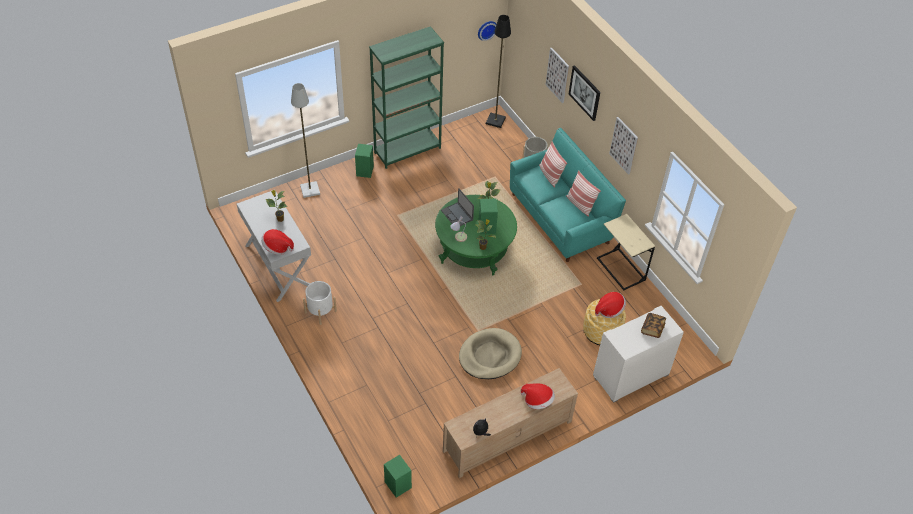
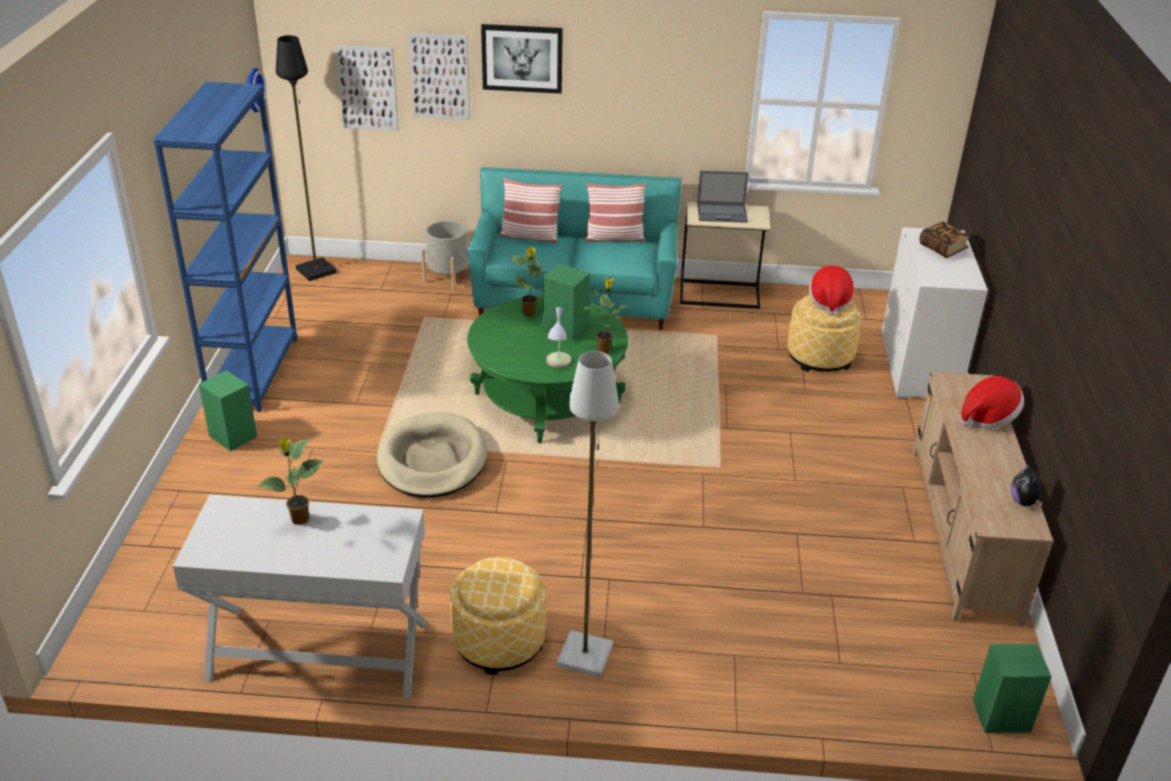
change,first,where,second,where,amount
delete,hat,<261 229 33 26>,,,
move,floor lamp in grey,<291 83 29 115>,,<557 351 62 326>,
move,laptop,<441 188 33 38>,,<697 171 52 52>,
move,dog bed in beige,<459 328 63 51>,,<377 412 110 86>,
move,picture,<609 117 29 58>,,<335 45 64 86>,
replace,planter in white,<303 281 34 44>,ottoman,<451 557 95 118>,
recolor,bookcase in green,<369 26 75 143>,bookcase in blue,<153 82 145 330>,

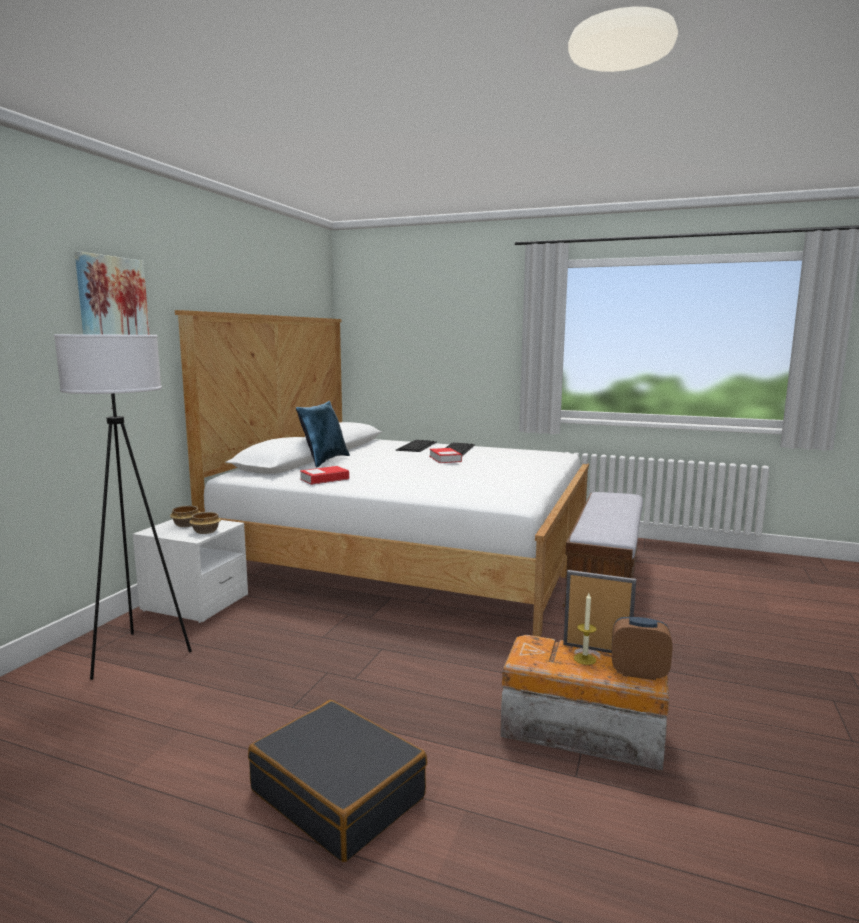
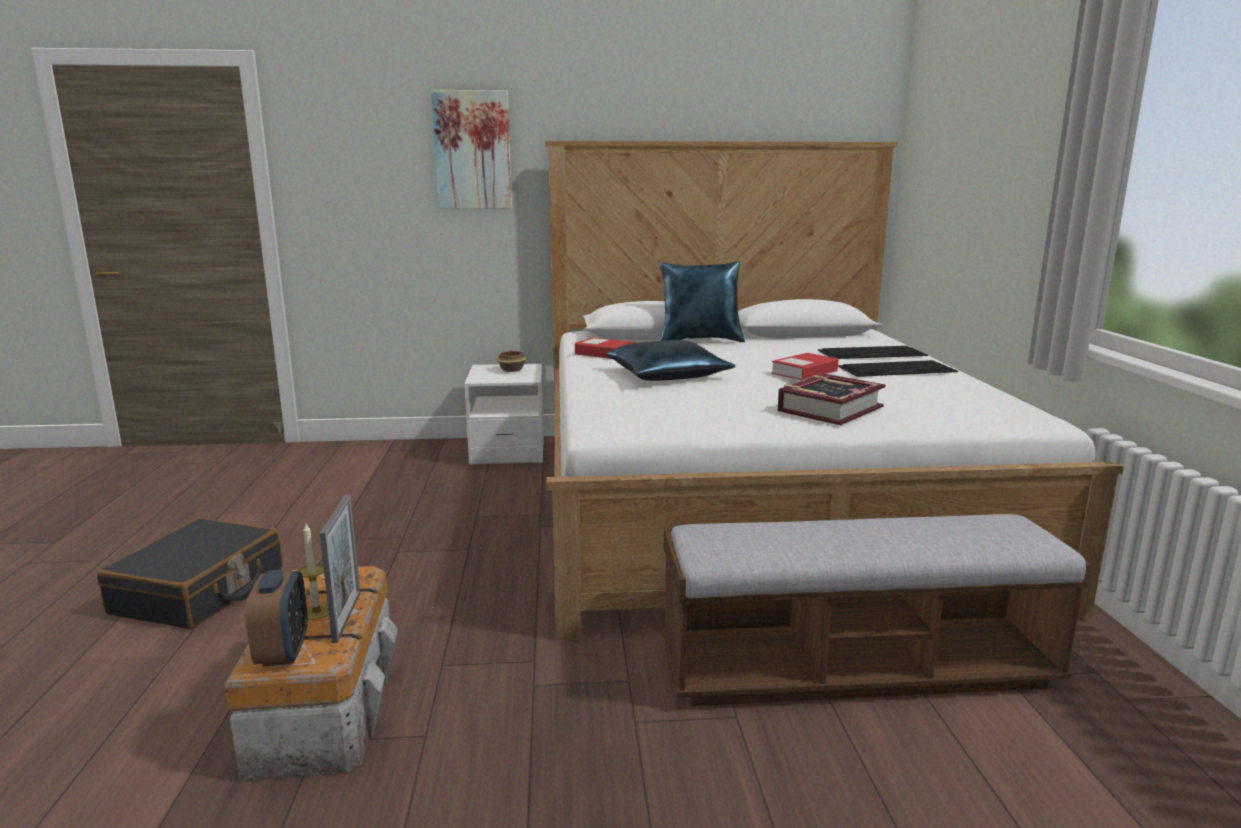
change,first,where,second,where,amount
delete,floor lamp in white,<54 334 138 346>,,,
delete,bowl,<189 512 32 22>,,,
insert,,,pillow in blue,<606 340 130 41>,
insert,,,book,<778 374 107 51>,

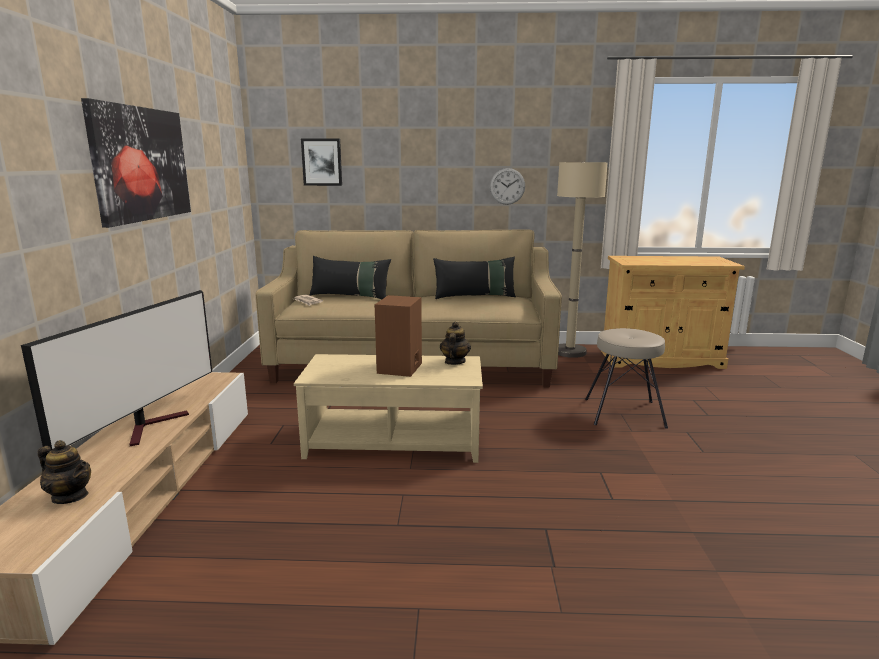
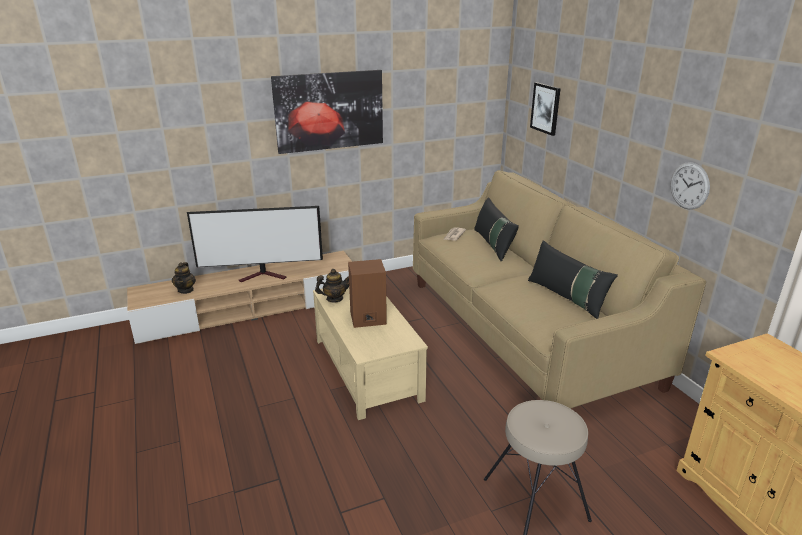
change,first,where,second,where,amount
delete,floor lamp in beige,<557 162 51 196>,,,
move,teapot,<440 321 31 44>,,<315 269 34 34>,

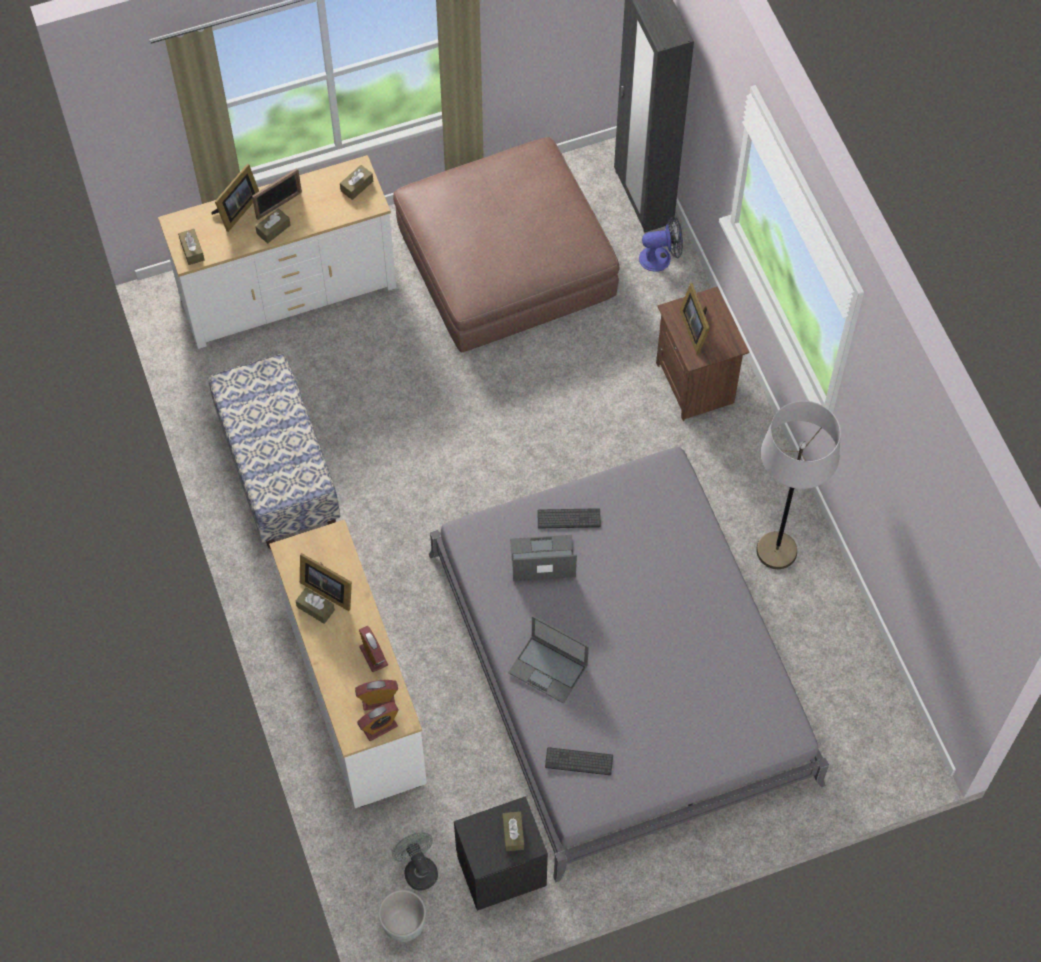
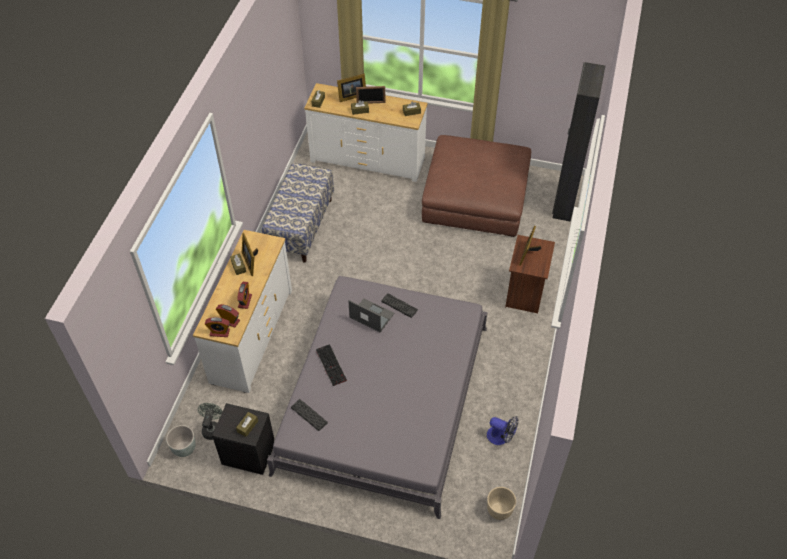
change,first,where,second,where,amount
delete,floor lamp in grey,<756 401 85 168>,,,
insert,,,planter in beige,<487 487 29 33>,
move,fan,<639 216 44 56>,,<487 416 32 29>,
replace,laptop,<508 616 81 88>,keyboard,<316 344 31 42>,

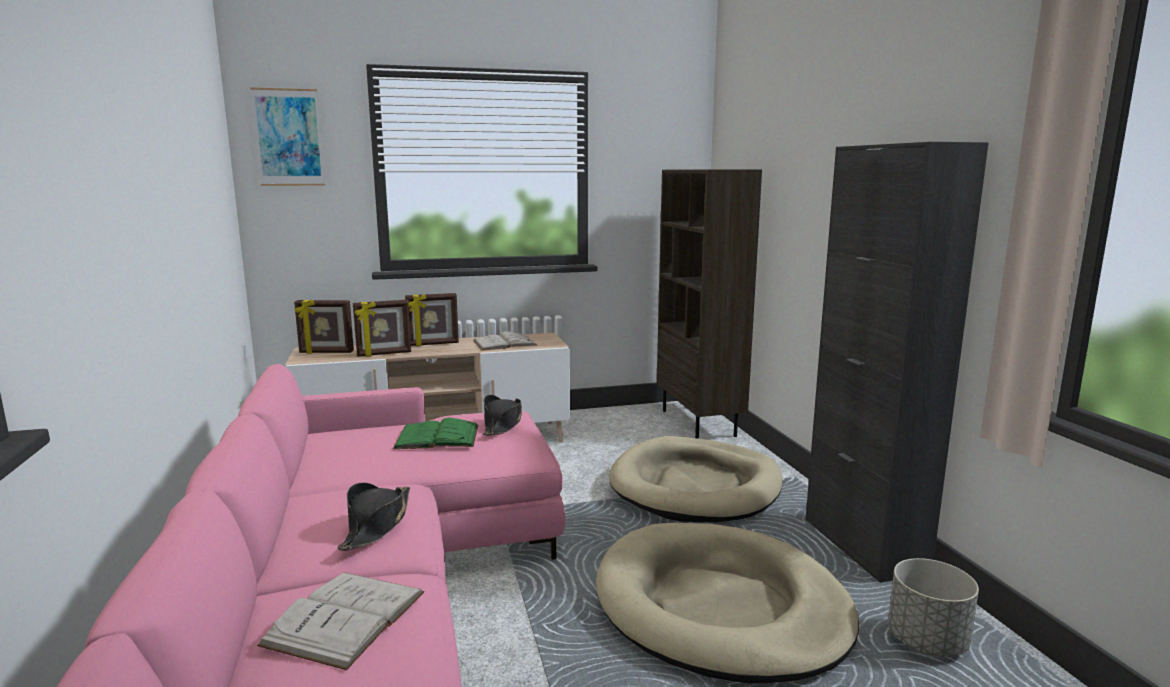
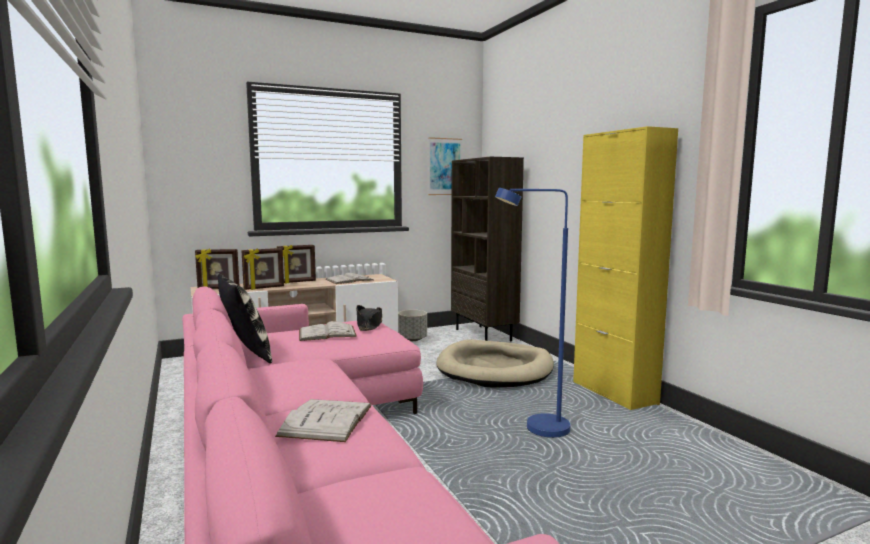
change,first,where,second,where,amount
delete,hat in black,<337 482 73 69>,,,
insert,,,pillow,<218 274 54 89>,
move,picture,<250 88 75 98>,,<428 137 34 58>,
move,planter in grey,<888 558 91 99>,,<398 310 29 31>,
replace,dog bed in beige,<596 523 263 160>,floor lamp in blue,<495 188 75 250>,
recolor,book in green,<393 417 85 32>,book in white,<299 321 58 20>,
recolor,cabinet in black,<806 142 183 441>,cabinet in yellow,<573 126 105 284>,

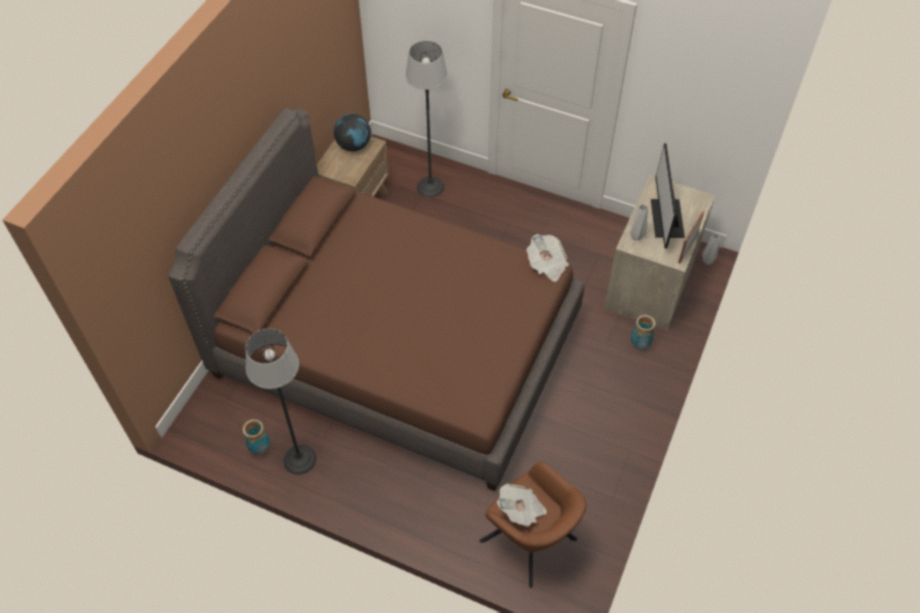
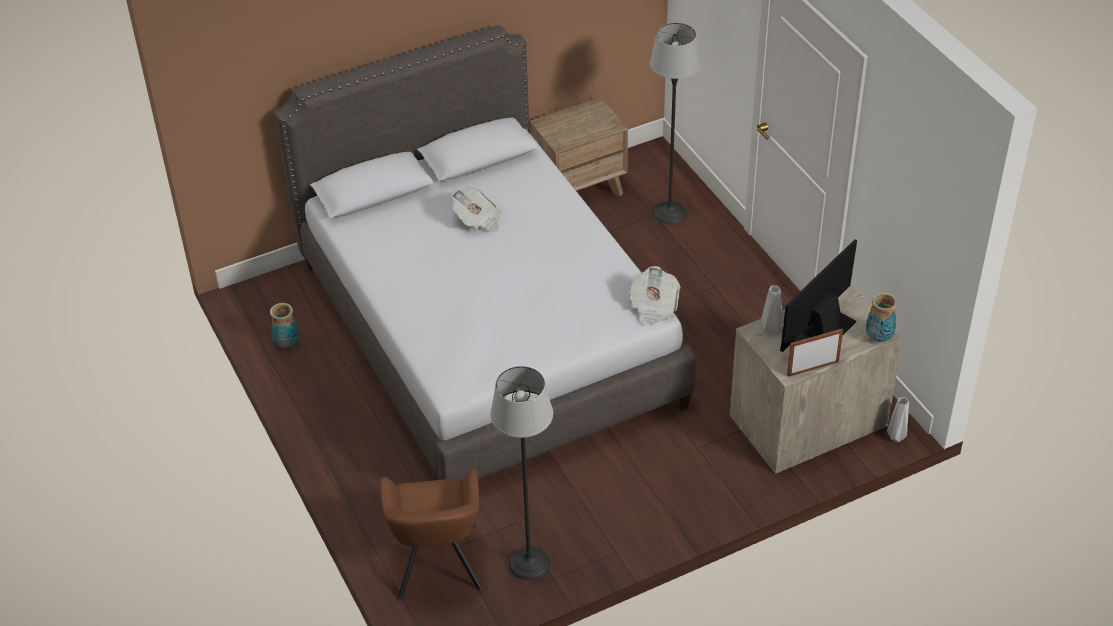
change,first,where,second,where,amount
delete,globe,<334 114 37 37>,,,
move,floor lamp,<245 329 71 145>,,<490 366 63 214>,
move,newspaper,<497 484 50 43>,,<452 187 49 45>,
move,vase,<630 315 25 34>,,<866 292 32 50>,
recolor,bed in brown,<168 108 416 383>,bed in grey,<274 25 422 455>,

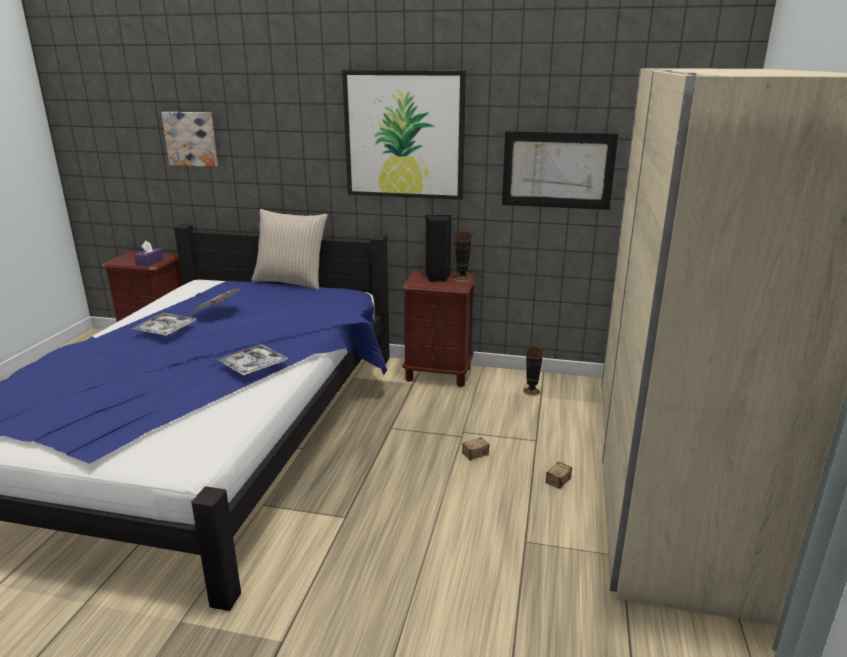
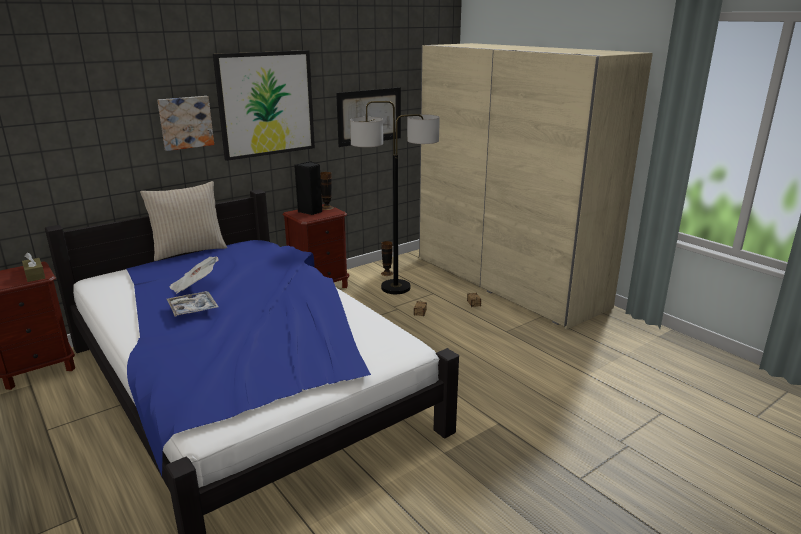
change,first,where,second,where,amount
delete,tray,<218 344 70 32>,,,
insert,,,floor lamp,<350 101 90 193>,
move,picture,<161 112 57 55>,,<157 96 57 55>,
recolor,tissue box in purple,<134 241 30 26>,tissue box in brown,<22 252 23 30>,

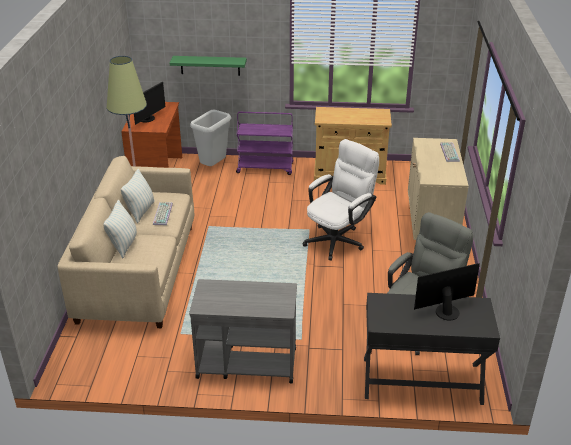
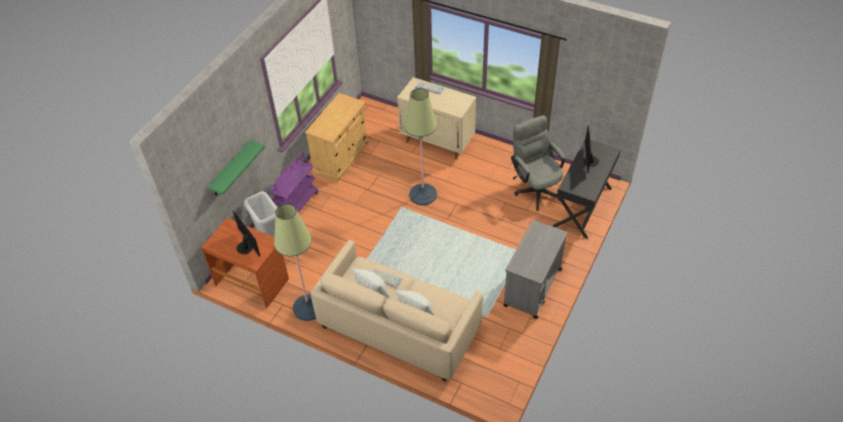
change,first,where,second,where,amount
replace,office chair in white,<303 139 76 121>,floor lamp,<404 88 33 117>,

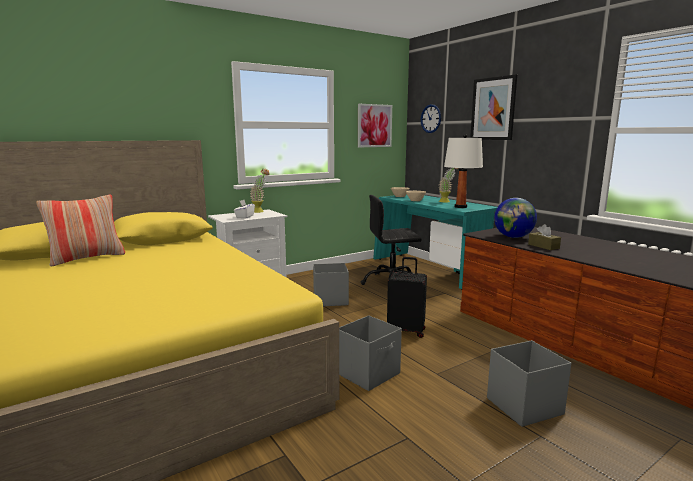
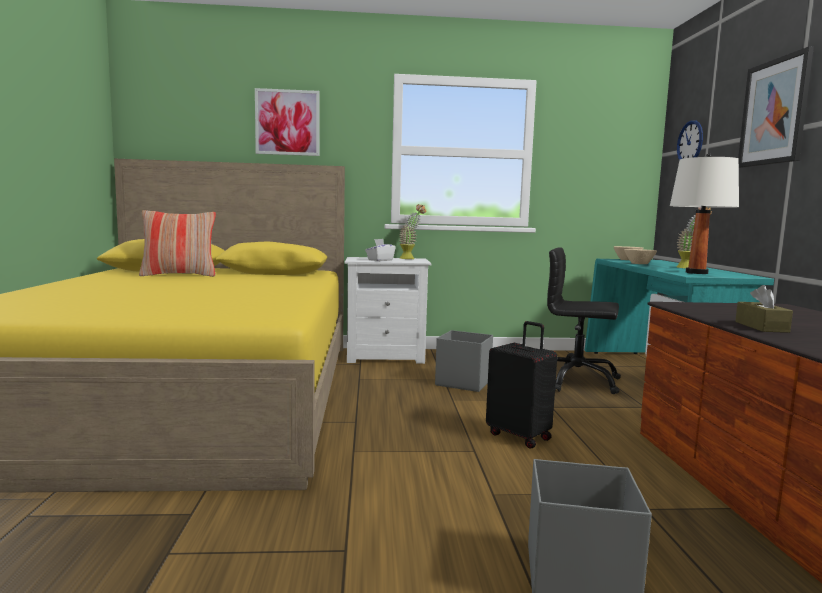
change,first,where,second,where,amount
delete,storage box in grey,<339 315 63 76>,,,
delete,globe,<494 198 43 40>,,,
move,picture,<358 104 34 43>,,<255 88 65 68>,

